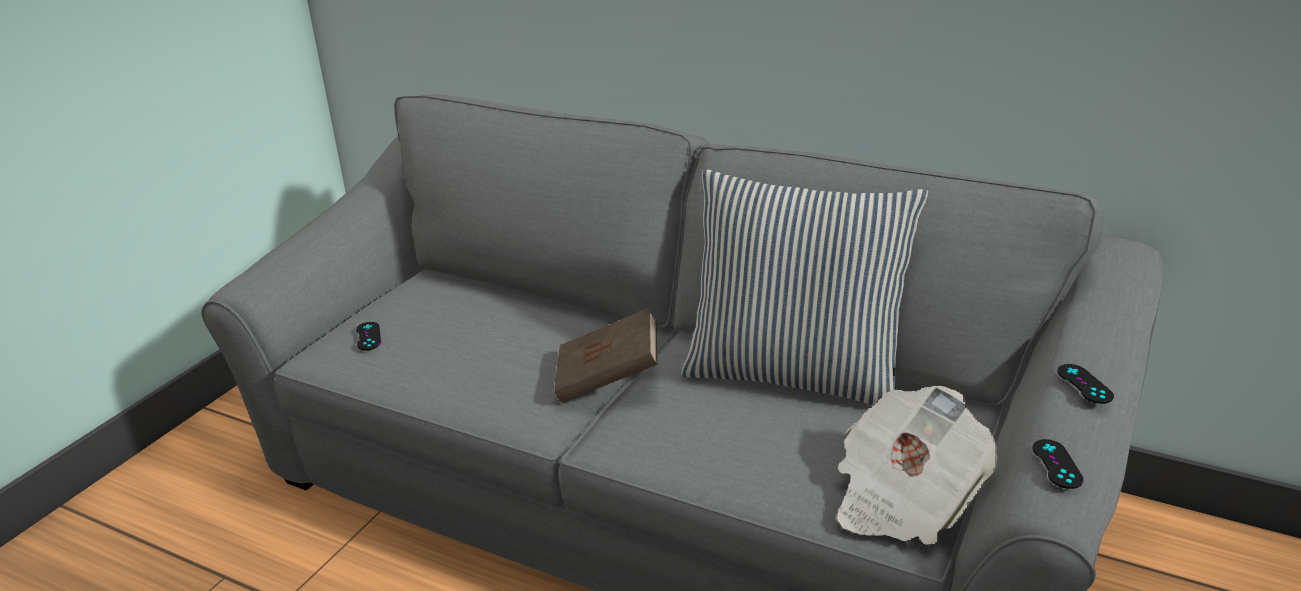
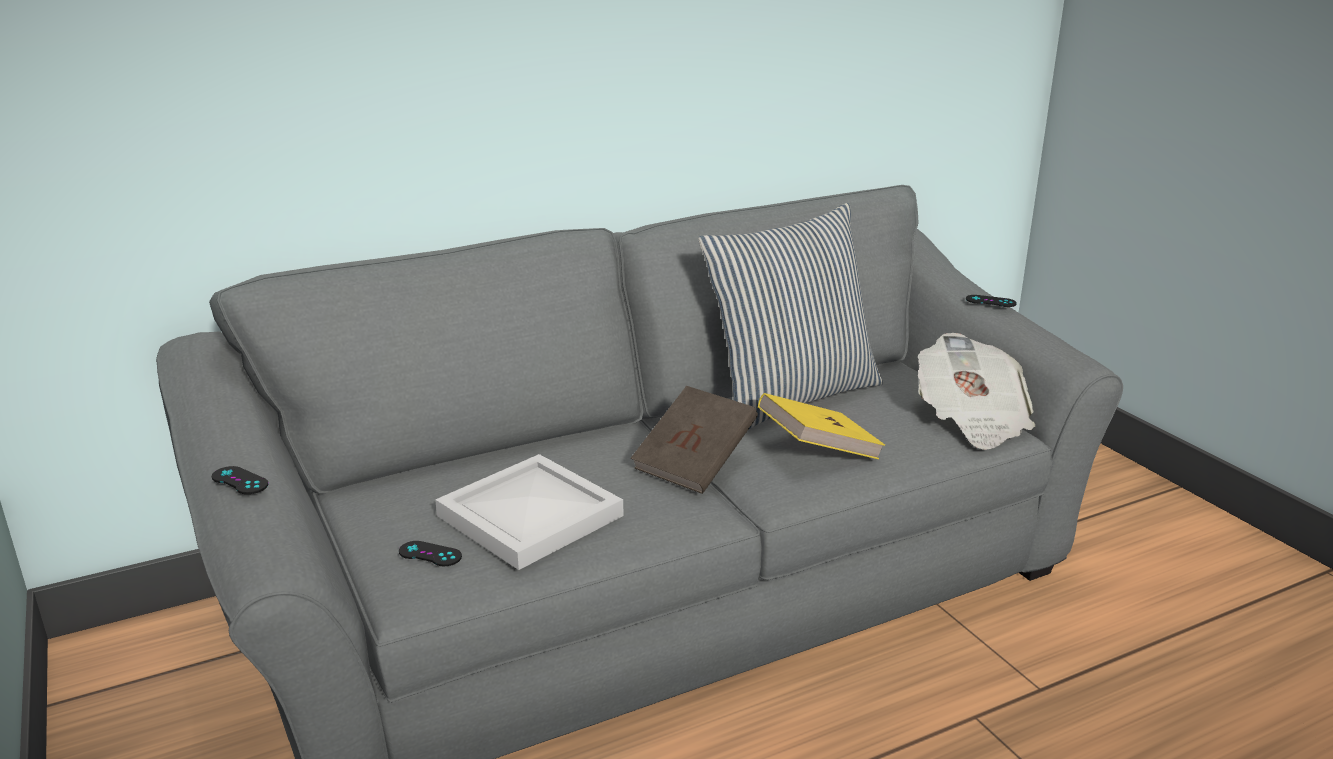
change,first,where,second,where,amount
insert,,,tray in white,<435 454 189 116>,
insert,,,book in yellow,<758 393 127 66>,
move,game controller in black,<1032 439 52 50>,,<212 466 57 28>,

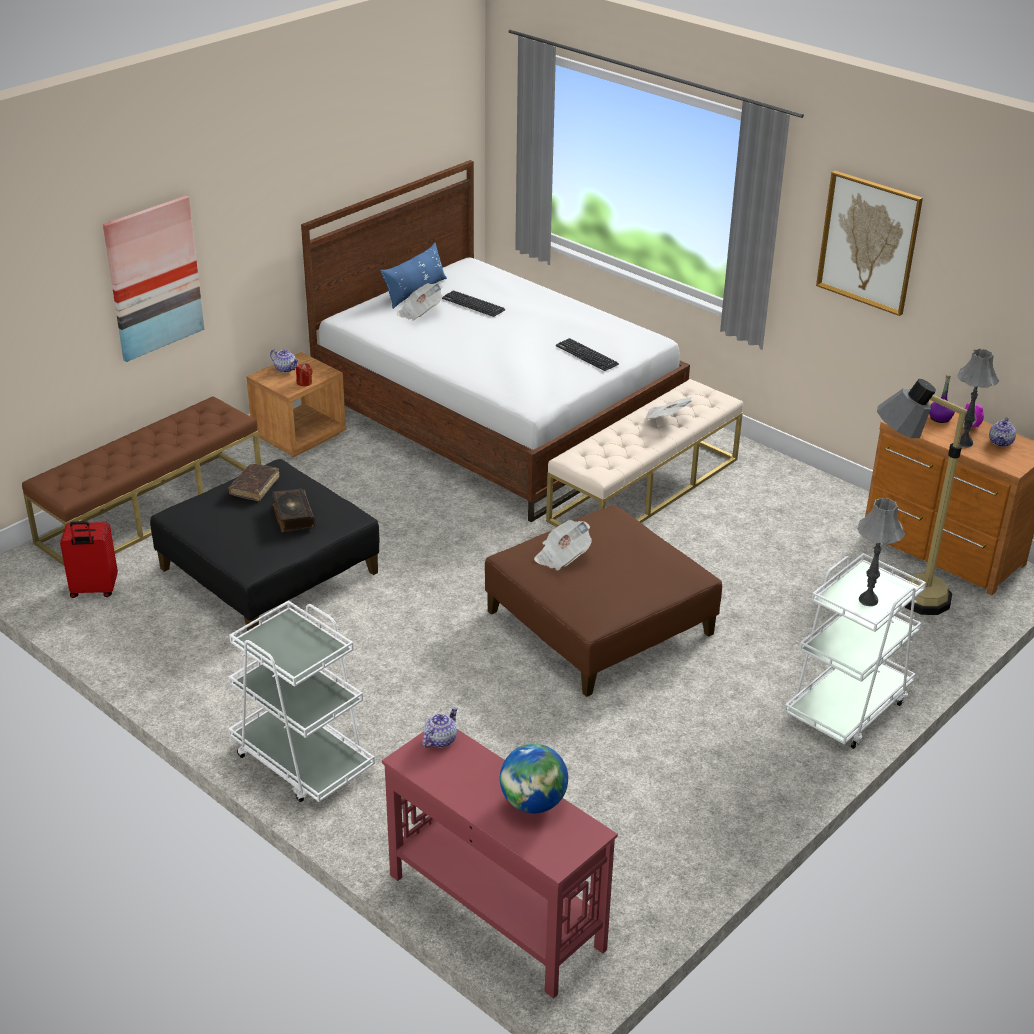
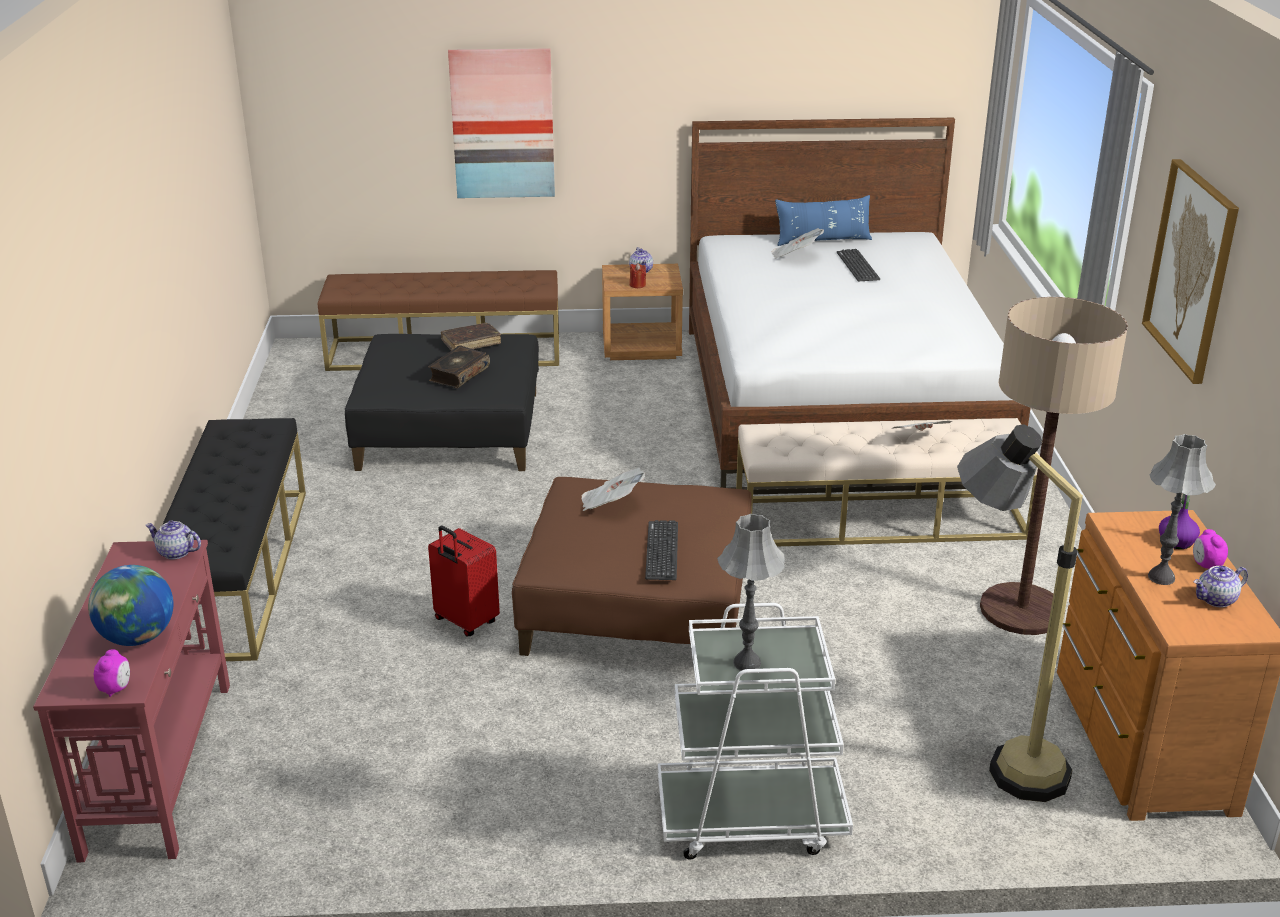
change,first,where,second,where,amount
insert,,,alarm clock,<94 649 36 48>,
insert,,,floor lamp,<980 297 148 338>,
move,suitcase in red,<60 521 58 77>,,<428 526 72 110>,
move,keyboard,<556 338 63 33>,,<645 520 33 60>,
replace,cart in white,<228 601 147 201>,bench in black,<162 418 144 243>,
rotate,teapot,<422 707 36 41>,,<145 520 56 40>,150 degrees counterclockwise

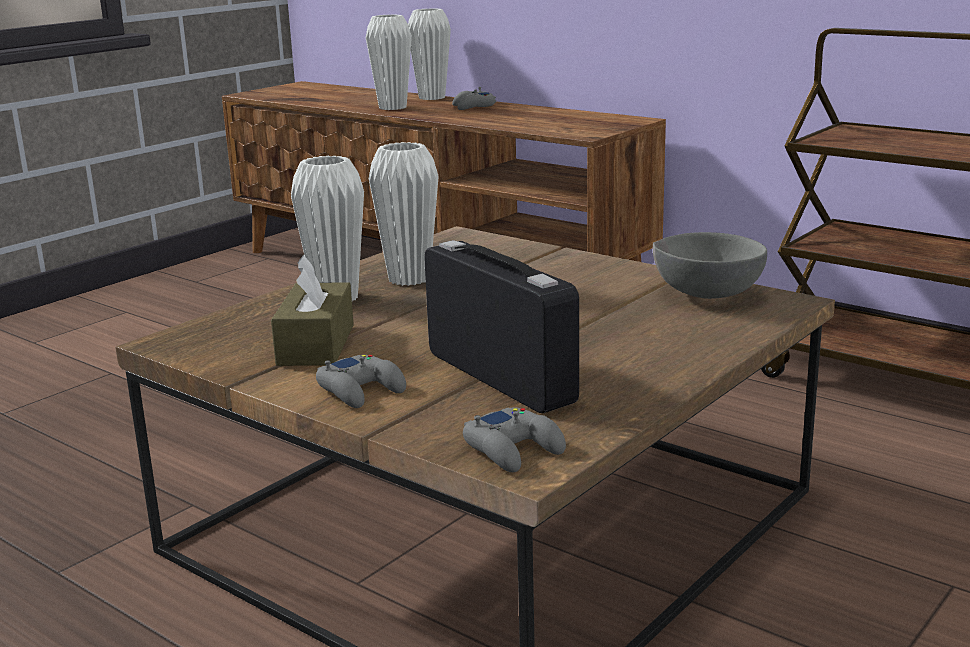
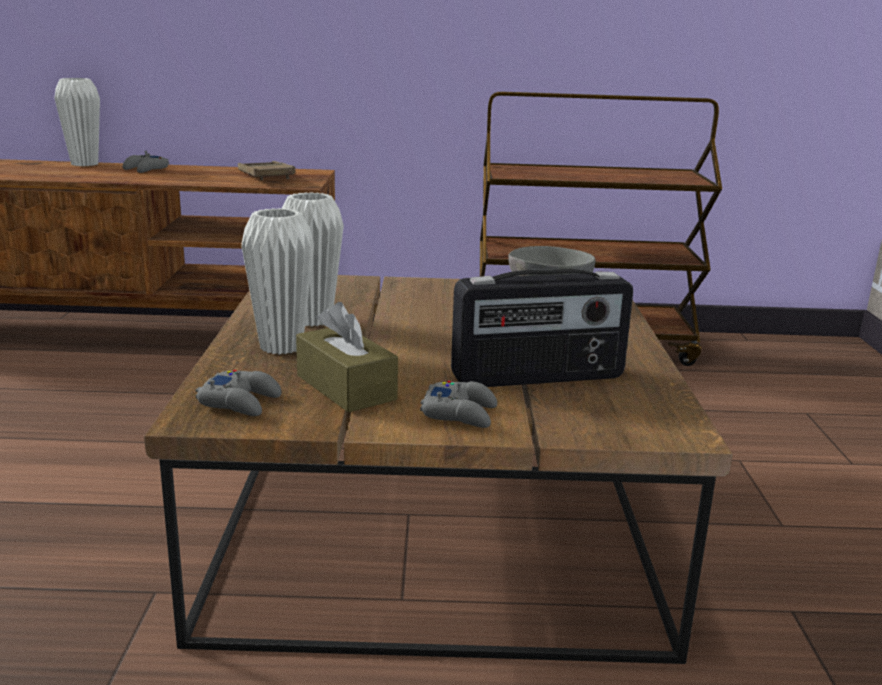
change,first,where,second,where,amount
delete,vase in white,<366 14 46 96>,,,
insert,,,tray in brown,<238 161 57 19>,
move,game controller in grey,<463 408 103 64>,,<195 370 87 46>,
rotate,radio,<424 240 155 173>,,<451 269 182 118>,150 degrees clockwise

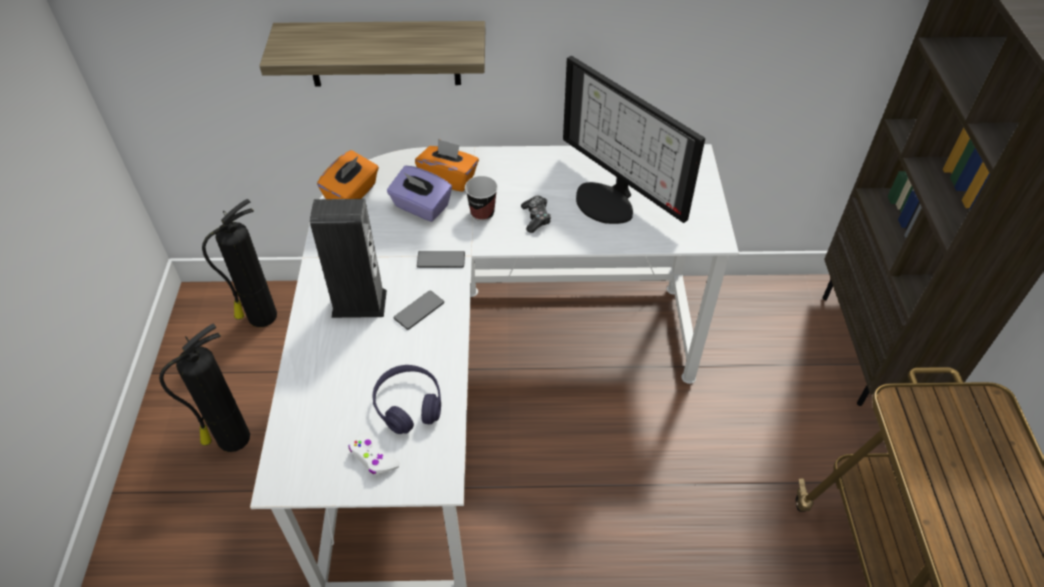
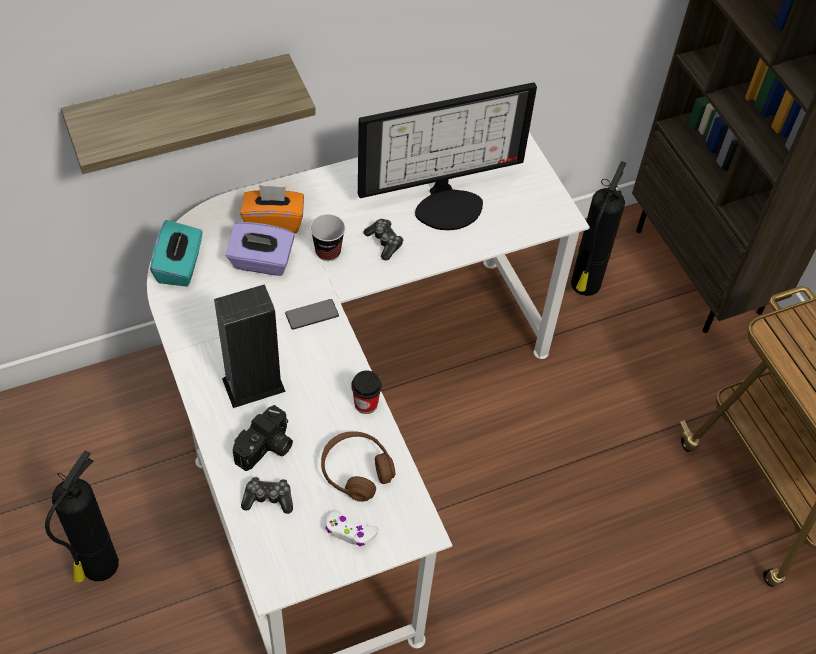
change,first,where,second,where,amount
delete,phone,<394 291 50 39>,,,
insert,,,photo camera,<233 405 60 66>,
insert,,,game controller,<241 477 52 37>,
insert,,,cup,<351 370 31 44>,
move,fire extinguisher,<202 199 75 128>,,<571 161 55 135>,
recolor,tissue box in orange,<317 150 62 49>,tissue box in turquoise,<150 220 53 67>,
recolor,headphones in purple,<373 365 68 69>,headphones in brown,<321 431 74 71>,
rotate,monitor,<563 56 142 168>,,<358 82 179 148>,45 degrees counterclockwise

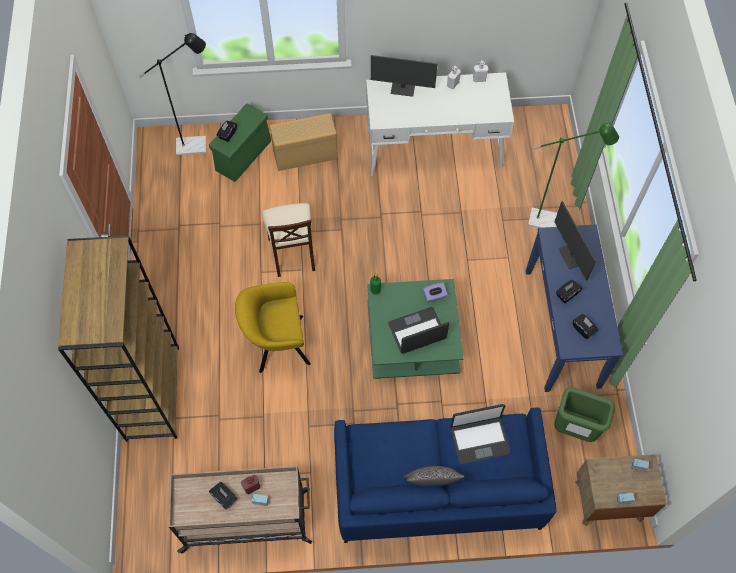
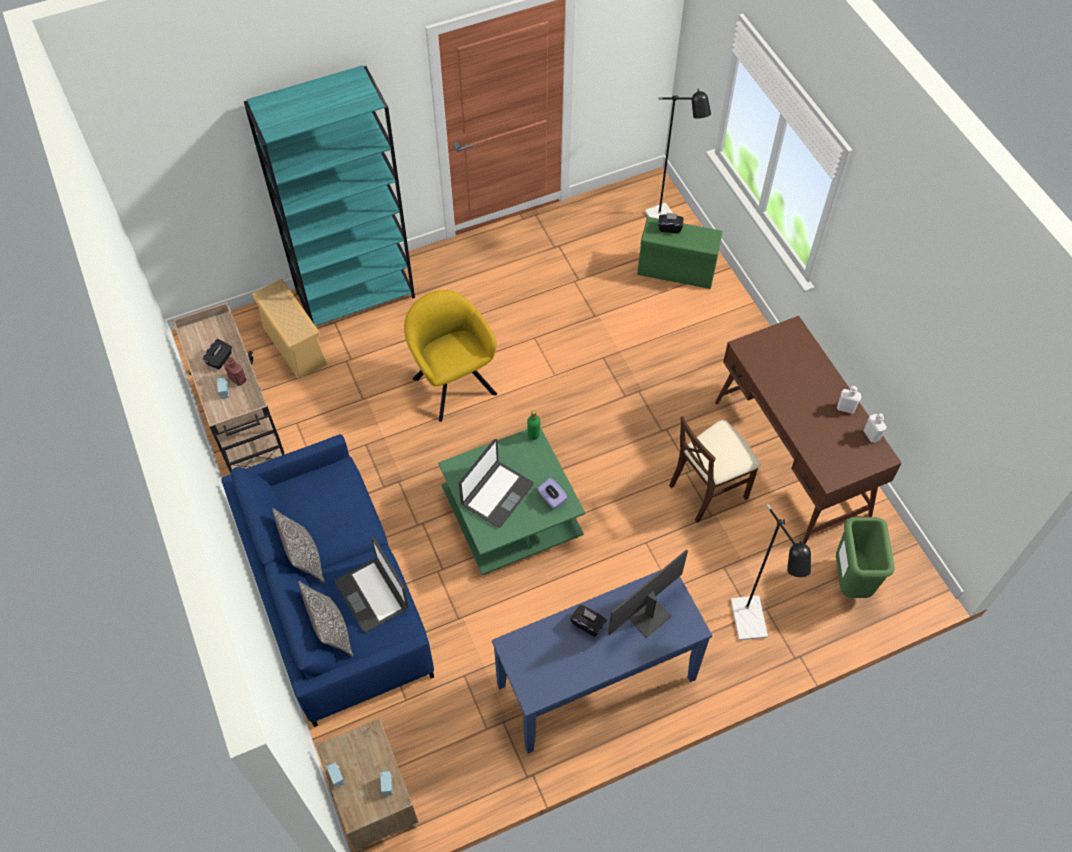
change,first,where,second,where,amount
delete,monitor,<371 55 67 42>,,,
delete,tissue box in black,<573 314 26 25>,,,
insert,,,pillow,<298 581 56 76>,
move,chair in beige,<262 203 53 74>,,<669 416 92 107>,
move,storage box in beige,<270 113 68 58>,,<252 279 75 100>,
move,trash can in green,<554 387 61 55>,,<836 517 59 81>,
recolor,bookcase in brown,<58 235 121 207>,bookcase in turquoise,<244 65 171 261>,
recolor,desk in white,<366 72 148 104>,desk in brown,<715 316 187 228>,
recolor,floor lamp in green,<528 123 91 105>,floor lamp in black,<731 504 80 136>,
rotate,laptop,<388 307 61 47>,,<459 439 75 89>,75 degrees clockwise

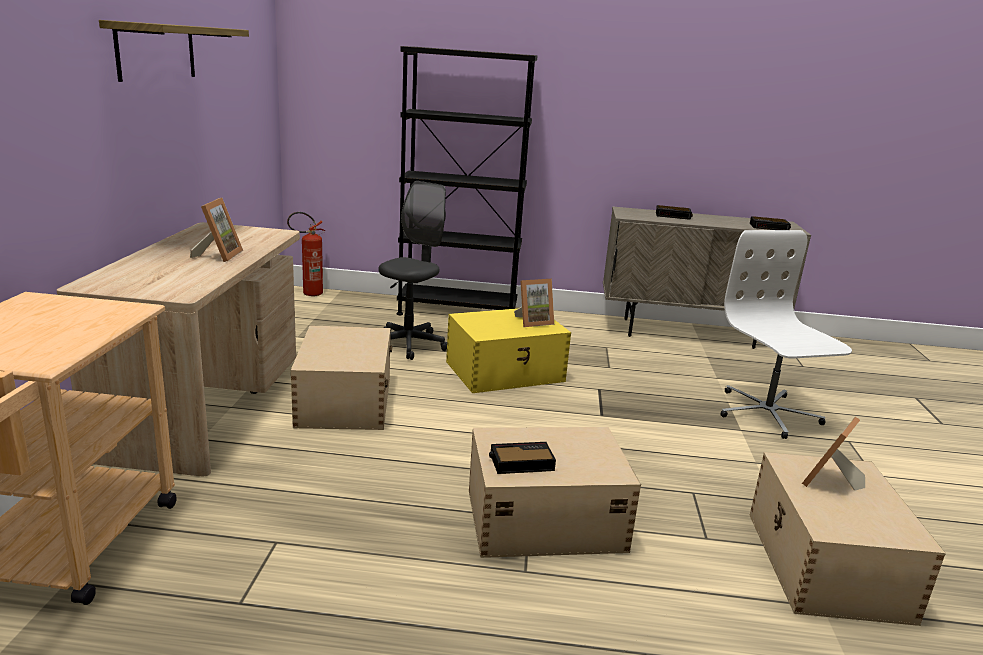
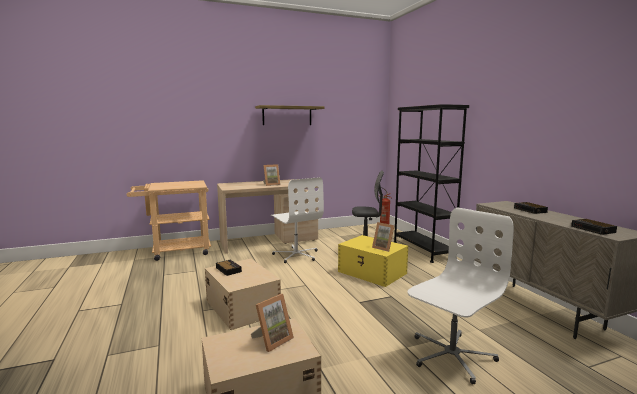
change,first,where,second,where,amount
replace,storage box in beige,<291 325 101 105>,office chair in white,<271 177 53 86>,
rotate,picture frame,<802 417 63 74>,,<251 294 43 58>,120 degrees clockwise

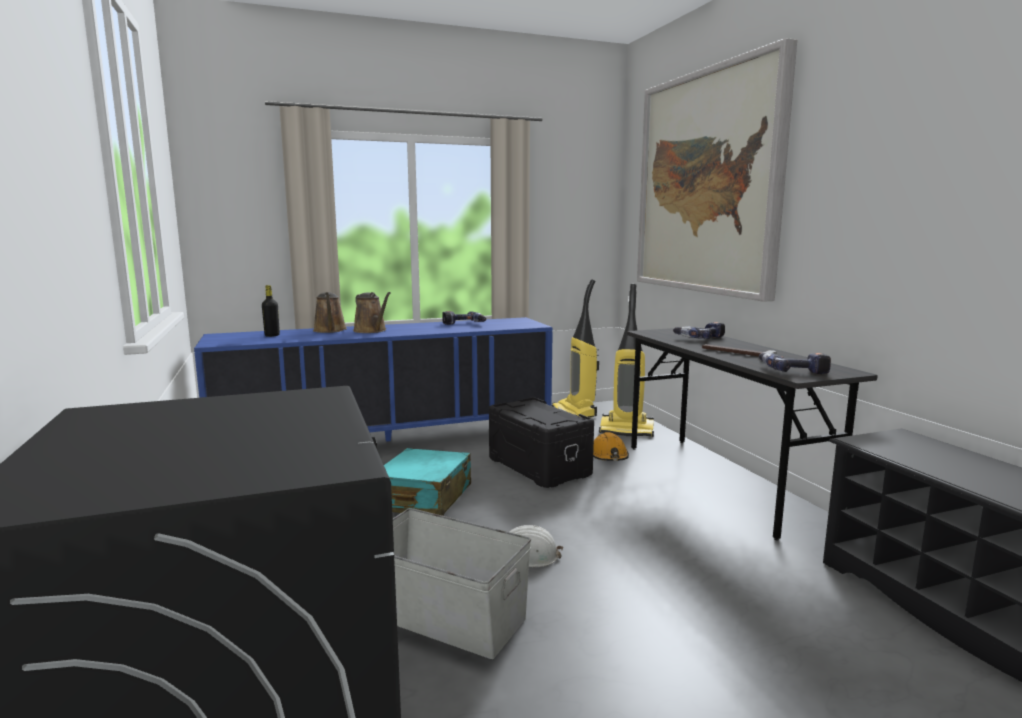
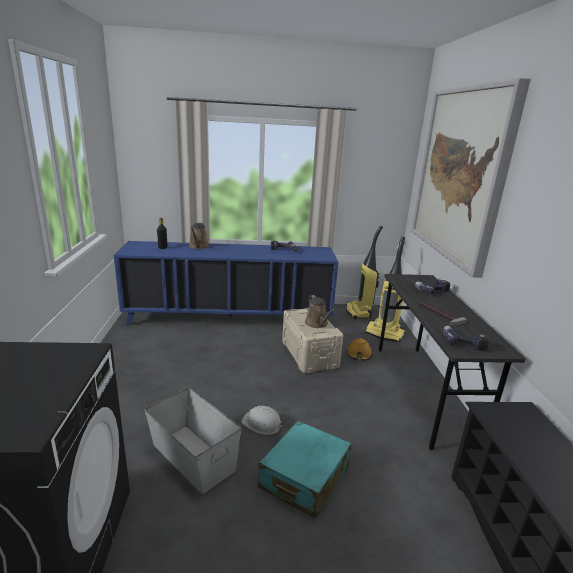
change,first,where,second,where,amount
move,watering can in brown,<353 292 38 41>,,<305 295 30 33>,
move,suitcase in turquoise,<384 448 87 68>,,<258 421 93 97>,
recolor,storage box in black,<489 397 105 91>,storage box in beige,<282 308 61 65>,

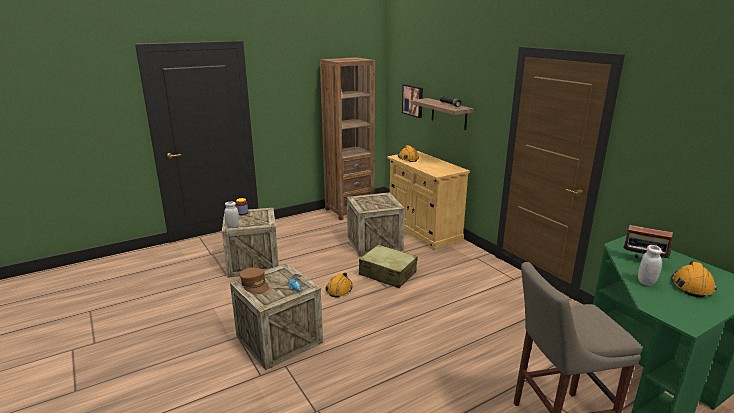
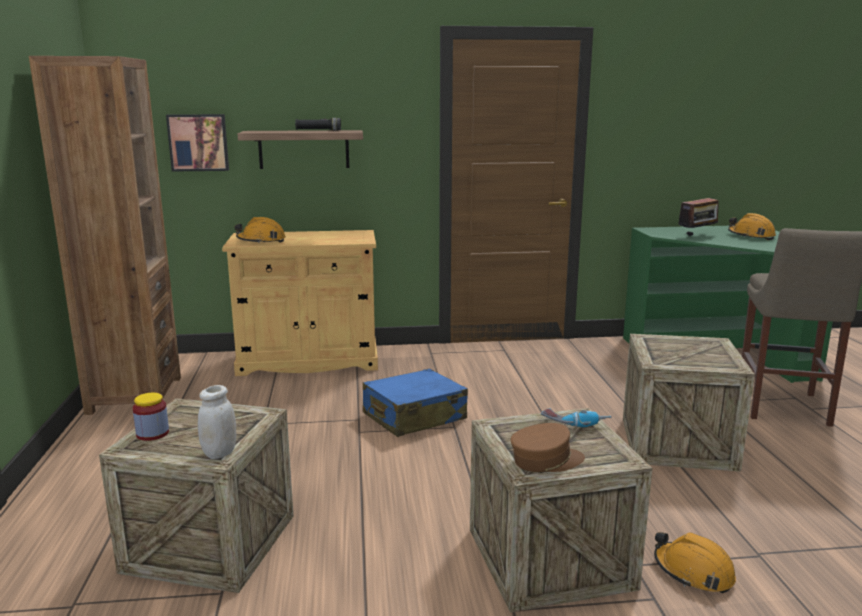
change,first,where,second,where,amount
delete,jar in white,<638 245 24 41>,,,
move,hard hat in orange,<325 273 27 25>,,<654 532 82 61>,
move,crate,<347 192 58 65>,,<623 334 132 138>,
recolor,suitcase in beige,<359 244 59 44>,suitcase in blue,<363 369 105 68>,

